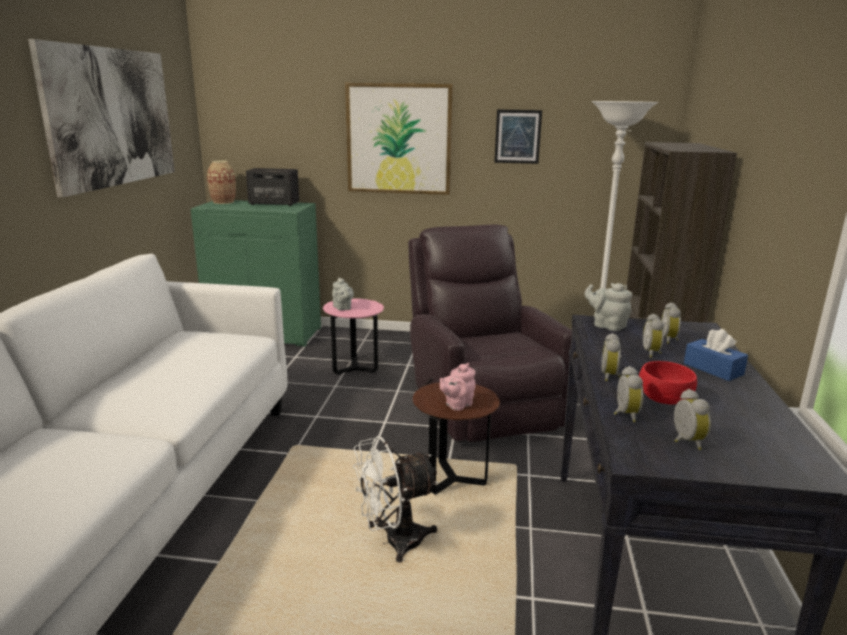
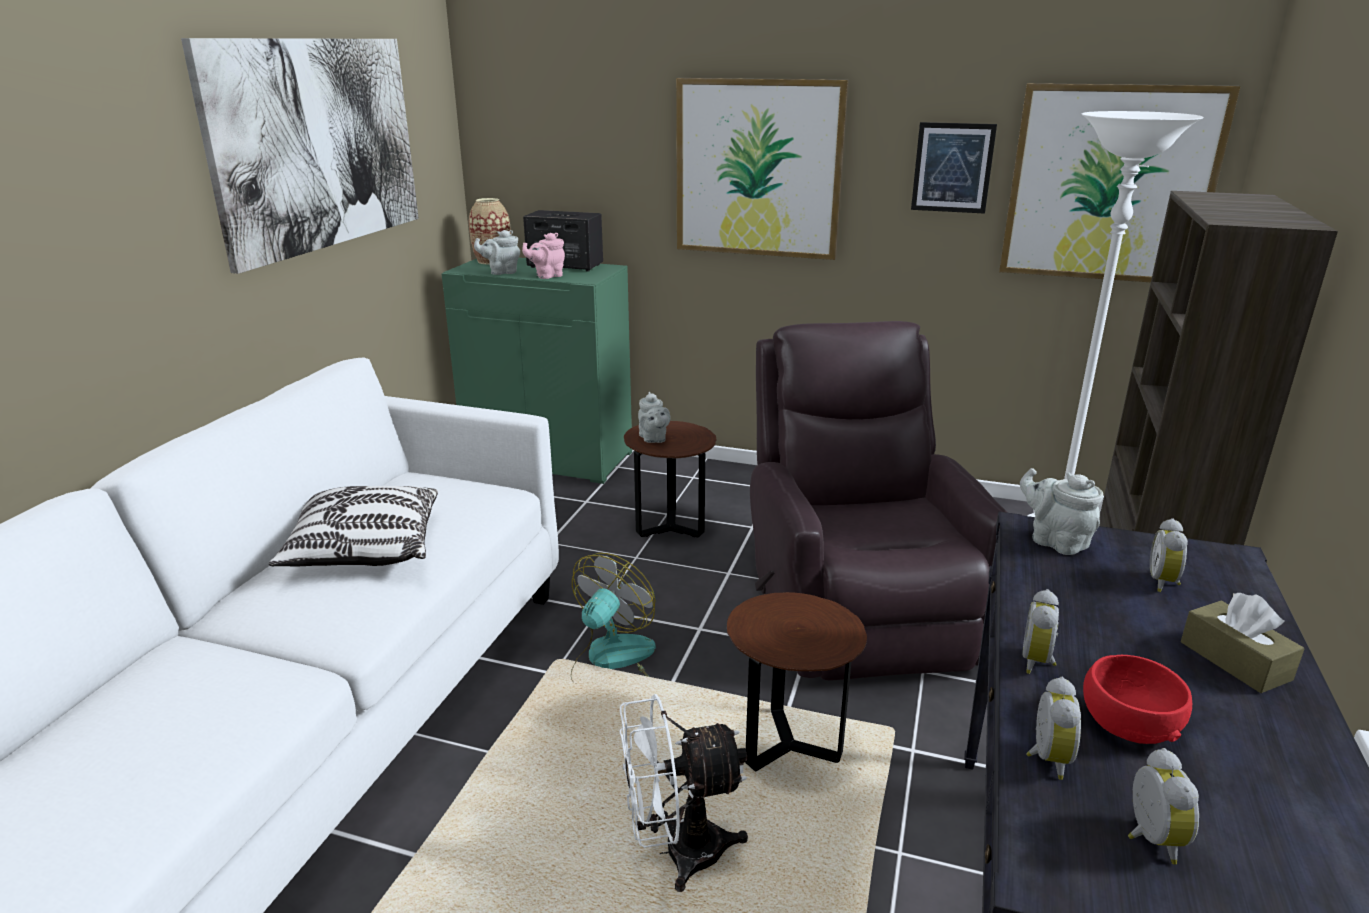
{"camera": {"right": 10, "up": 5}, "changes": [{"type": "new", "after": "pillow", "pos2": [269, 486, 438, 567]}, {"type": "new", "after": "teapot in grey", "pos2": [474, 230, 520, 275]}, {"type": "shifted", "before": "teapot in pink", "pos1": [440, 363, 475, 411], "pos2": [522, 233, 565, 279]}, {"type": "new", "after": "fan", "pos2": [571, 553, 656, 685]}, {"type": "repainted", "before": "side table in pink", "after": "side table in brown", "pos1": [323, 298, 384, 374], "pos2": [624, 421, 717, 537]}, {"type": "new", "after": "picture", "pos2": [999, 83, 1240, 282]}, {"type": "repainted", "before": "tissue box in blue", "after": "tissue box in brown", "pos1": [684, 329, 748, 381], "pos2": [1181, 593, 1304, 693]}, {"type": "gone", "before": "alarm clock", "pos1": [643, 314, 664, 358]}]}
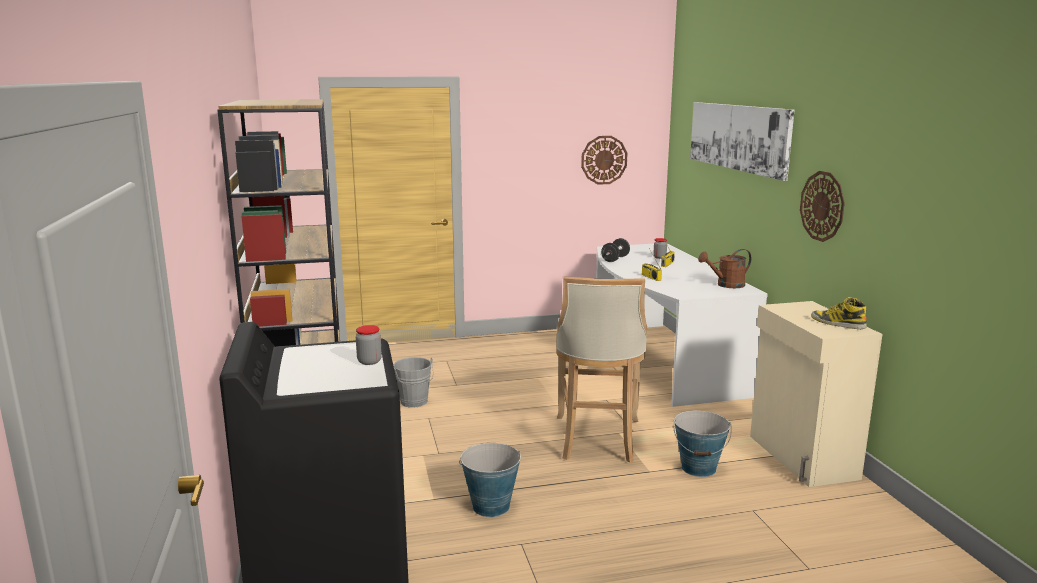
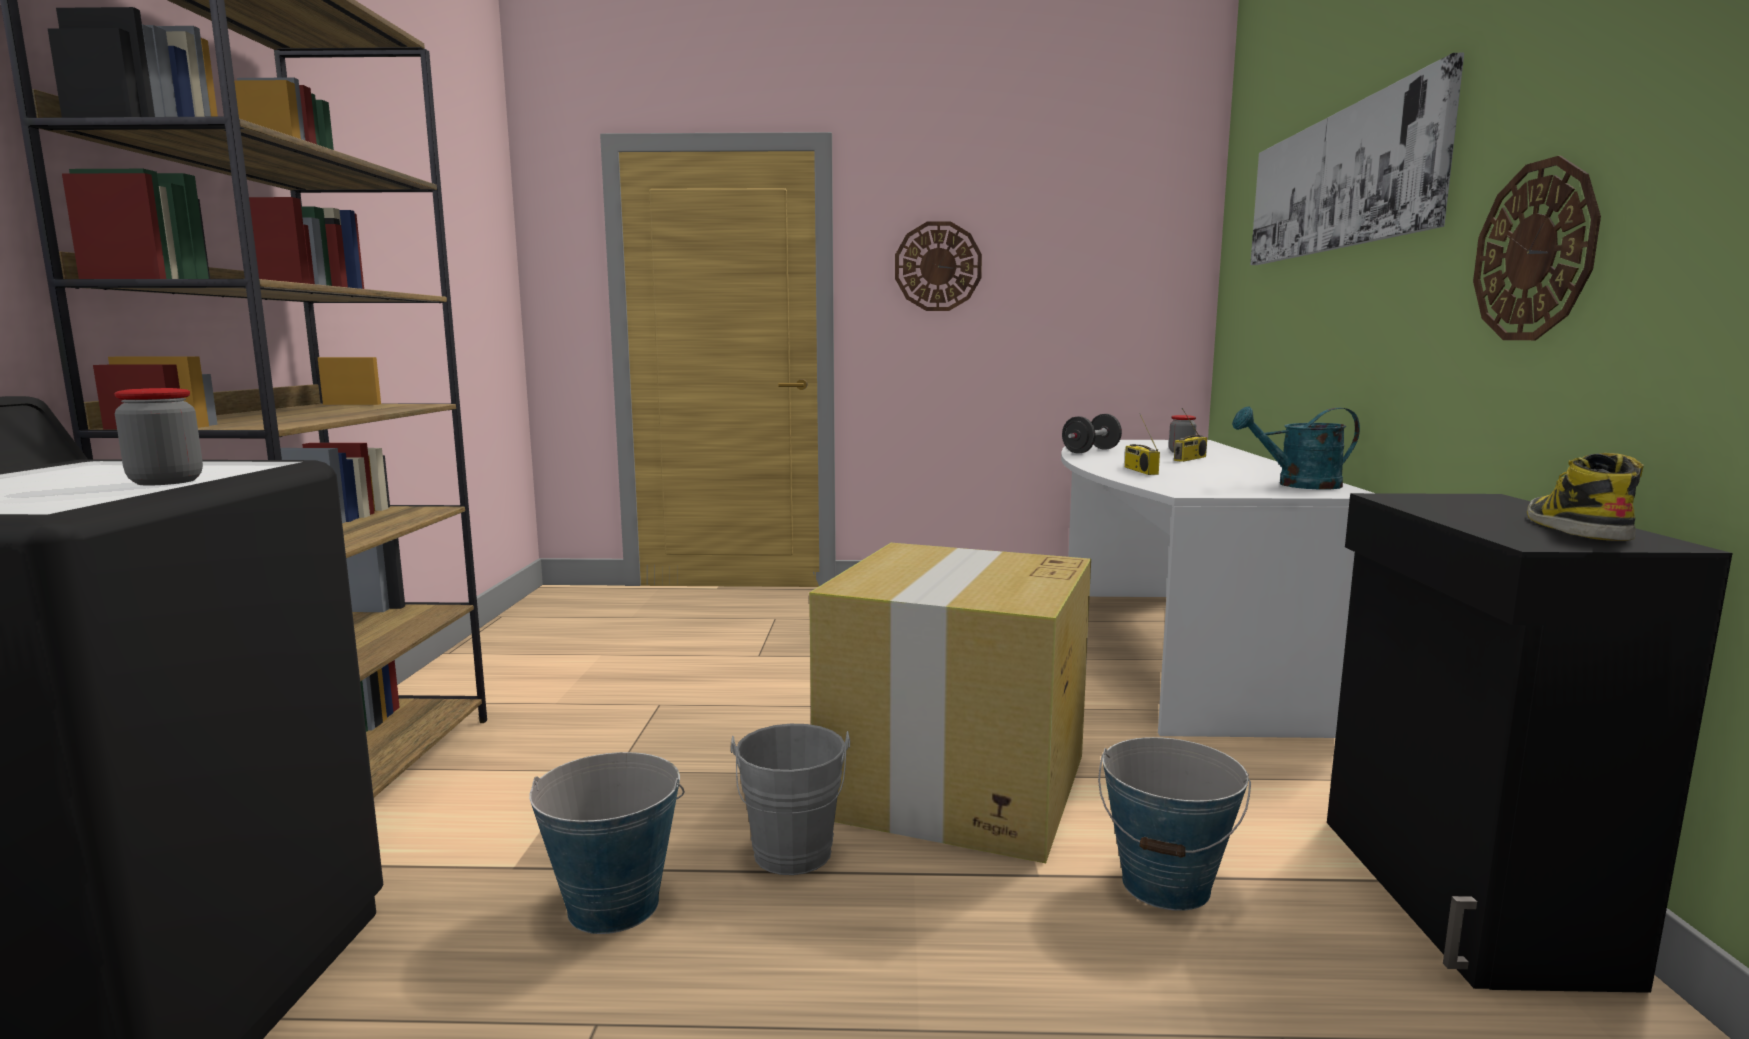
{"camera": {"right": 15, "up": -5}, "changes": [{"type": "shifted", "before": "bucket in grey", "pos1": [393, 357, 433, 408], "pos2": [731, 724, 850, 875]}, {"type": "swapped", "before": "stool in beige", "after": "cardboard box", "pos1": [557, 277, 647, 463], "pos2": [809, 543, 1091, 863]}, {"type": "shifted", "before": "wall clock", "pos1": [581, 136, 627, 185], "pos2": [895, 221, 982, 311]}, {"type": "repainted", "before": "watering can in brown", "after": "watering can in turquoise", "pos1": [698, 249, 751, 288], "pos2": [1232, 407, 1360, 490]}, {"type": "repainted", "before": "cabinet in beige", "after": "cabinet in black", "pos1": [750, 301, 882, 487], "pos2": [1327, 493, 1733, 993]}, {"type": "rotated", "before": "boot", "pos1": [811, 297, 867, 329], "pos2": [1527, 453, 1644, 541], "turn": 45}]}
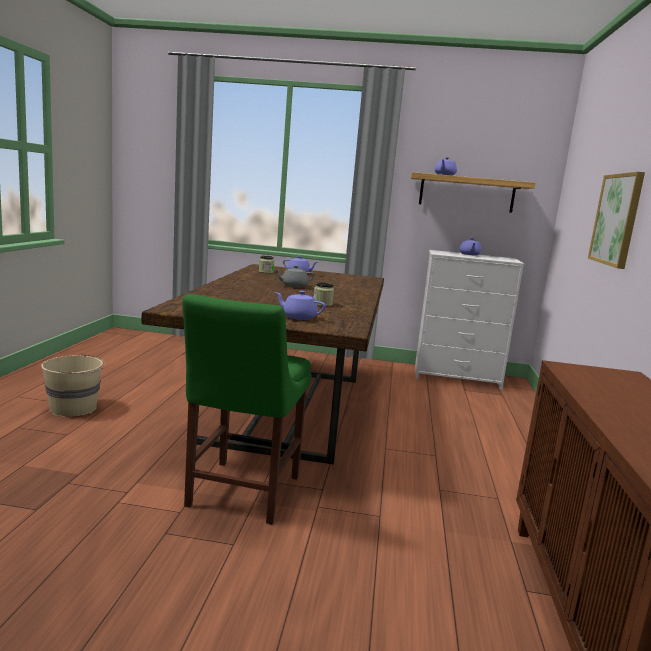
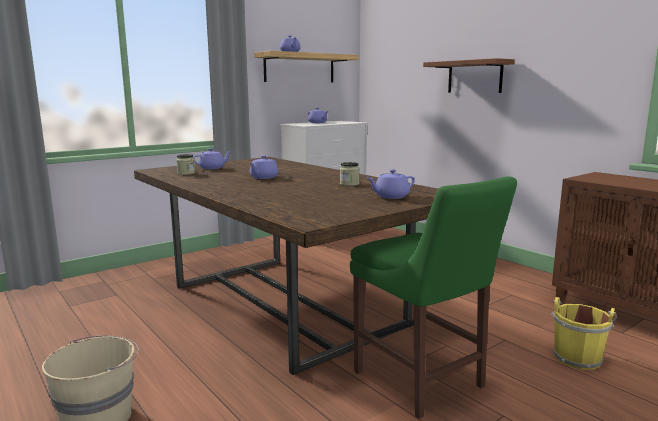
{"camera": {"right": -45, "up": 0}, "changes": [{"type": "repainted", "before": "teapot in grey", "after": "teapot in purple", "pos1": [274, 265, 314, 287], "pos2": [249, 155, 278, 179]}, {"type": "swapped", "before": "picture", "after": "shelf in brown", "pos1": [588, 172, 645, 269], "pos2": [423, 58, 515, 93]}, {"type": "new", "after": "bucket in yellow", "pos2": [552, 297, 617, 370]}]}
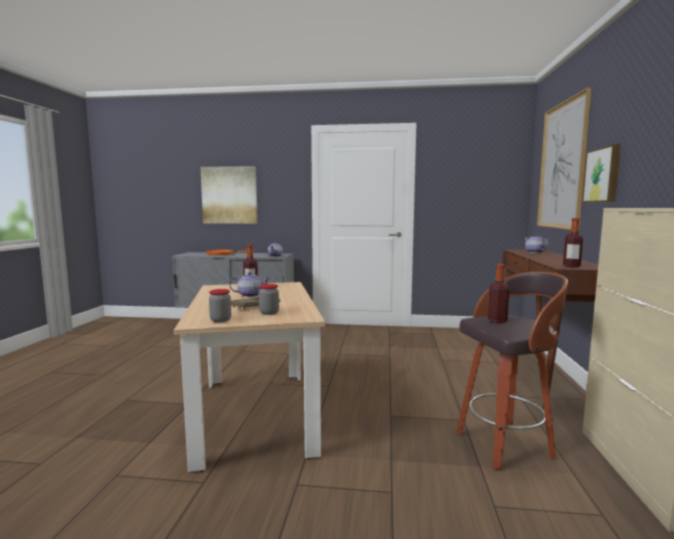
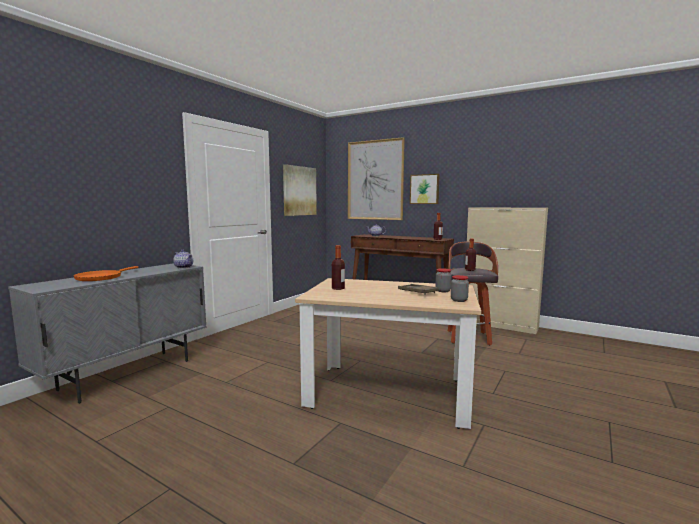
{"camera": {"right": -65, "up": 0}, "changes": [{"type": "shifted", "before": "picture", "pos1": [200, 166, 258, 224], "pos2": [283, 164, 317, 216]}, {"type": "gone", "before": "teapot", "pos1": [229, 272, 270, 297]}]}
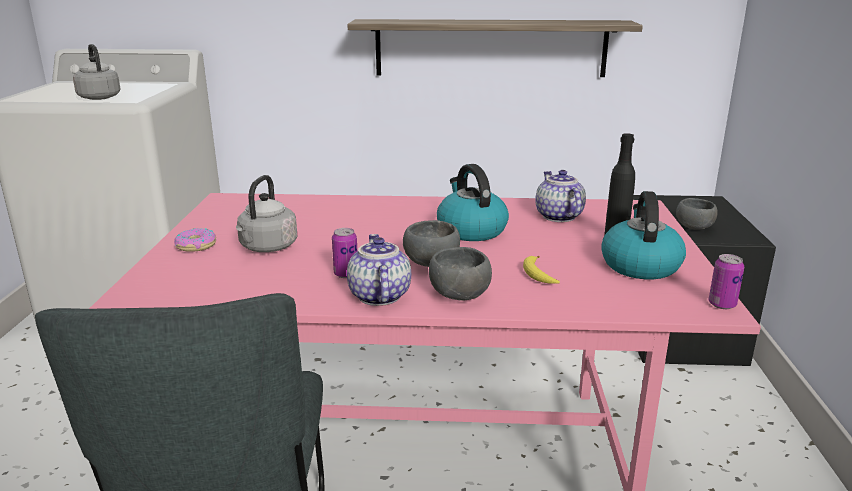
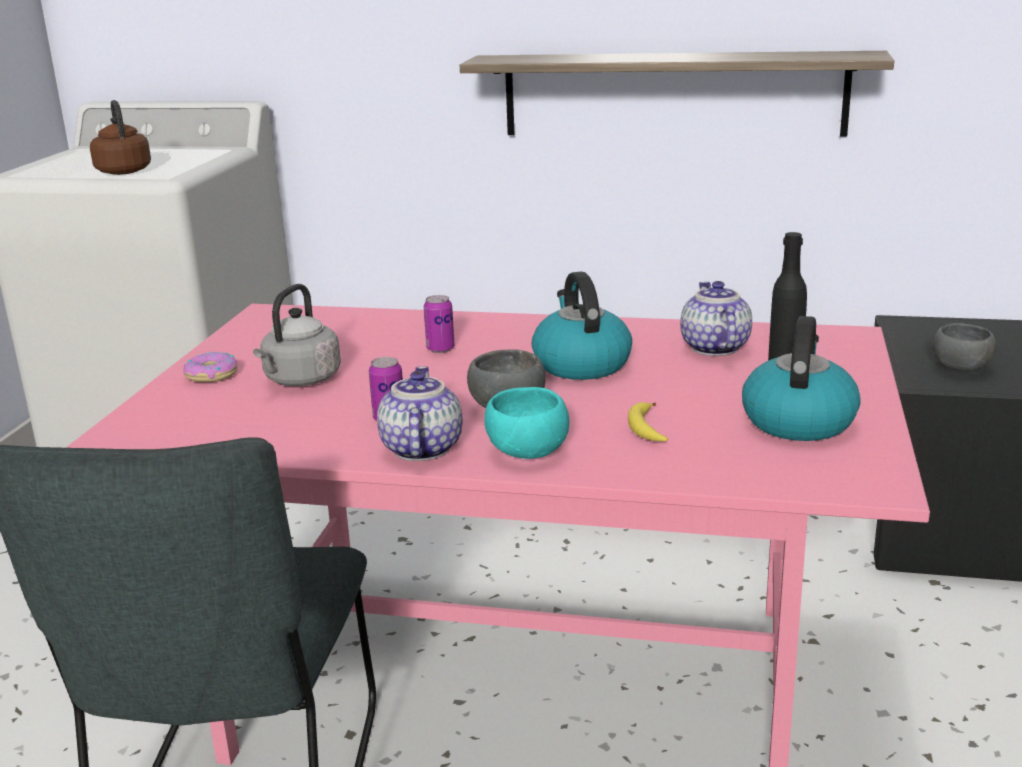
{"camera": {"right": 10, "up": 0}, "changes": [{"type": "repainted", "before": "kettle in grey", "after": "kettle in brown", "pos1": [73, 44, 121, 100], "pos2": [90, 100, 151, 175]}, {"type": "shifted", "before": "can", "pos1": [709, 254, 744, 309], "pos2": [424, 295, 455, 353]}, {"type": "repainted", "before": "bowl in grey", "after": "bowl in turquoise", "pos1": [429, 247, 492, 300], "pos2": [484, 387, 569, 459]}]}
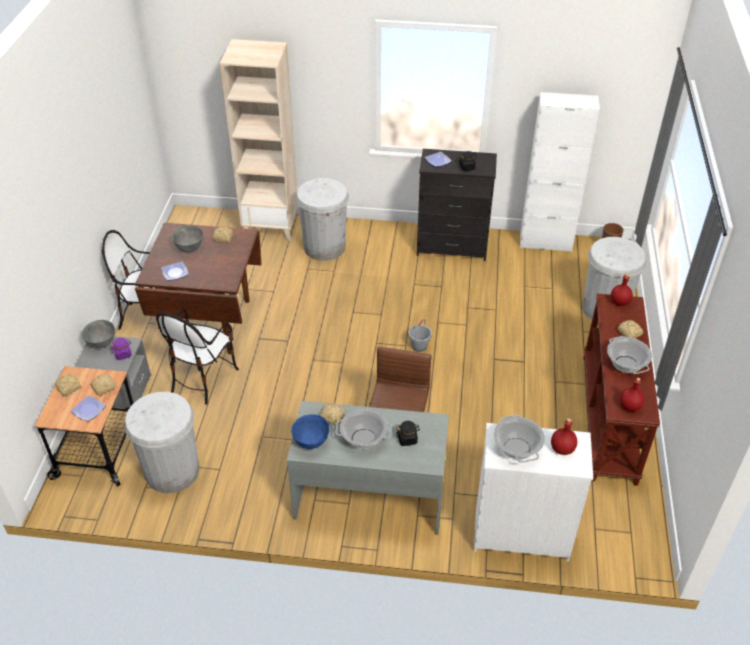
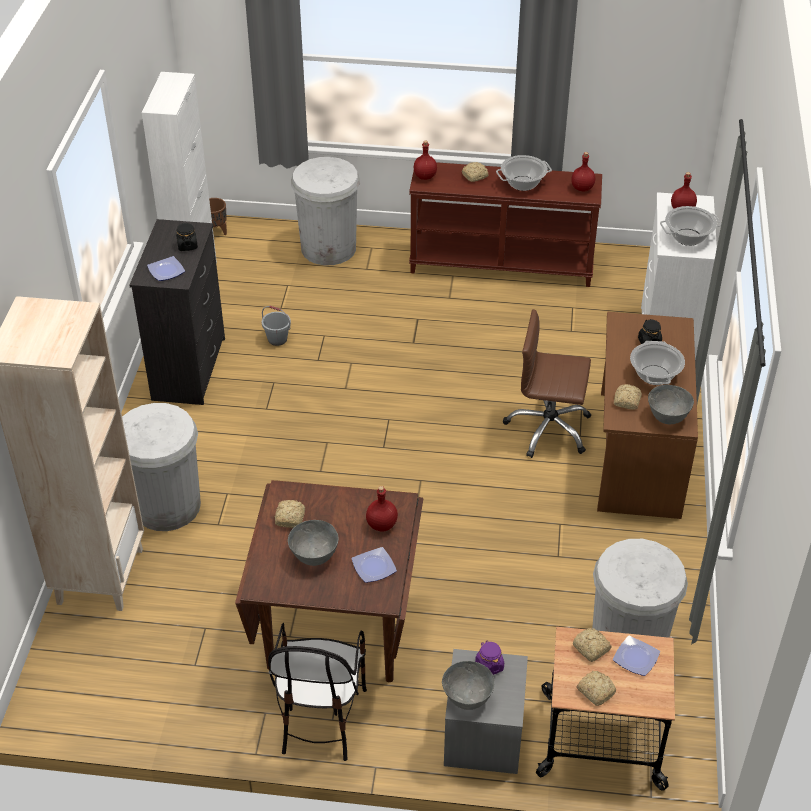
{"camera": {"right": -90, "up": 0}, "changes": [{"type": "shifted", "before": "bucket in grey", "pos1": [409, 319, 432, 352], "pos2": [262, 306, 291, 346]}, {"type": "new", "after": "bottle in red", "pos2": [366, 486, 398, 532]}, {"type": "repainted", "before": "desk in grey", "after": "desk in brown", "pos1": [287, 401, 449, 535], "pos2": [597, 312, 698, 519]}, {"type": "repainted", "before": "bowl in blue", "after": "bowl in grey", "pos1": [291, 414, 329, 449], "pos2": [648, 385, 694, 424]}, {"type": "gone", "before": "chair", "pos1": [156, 309, 239, 405]}]}
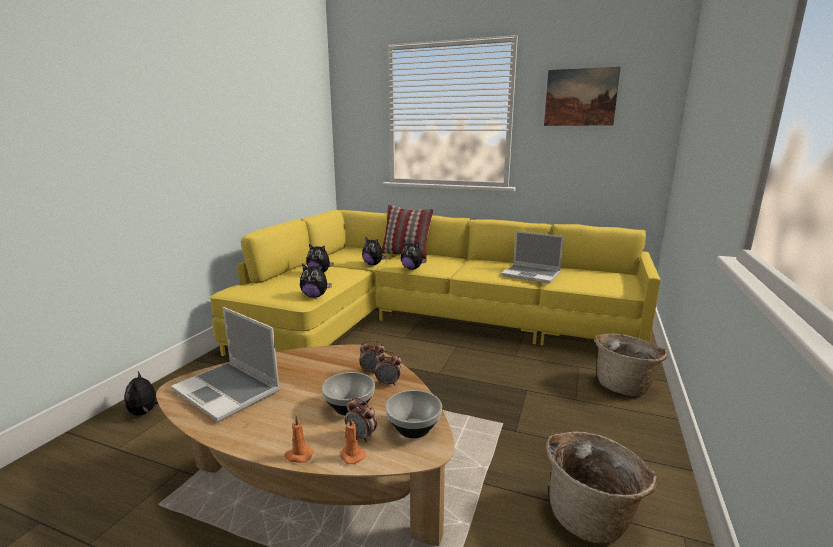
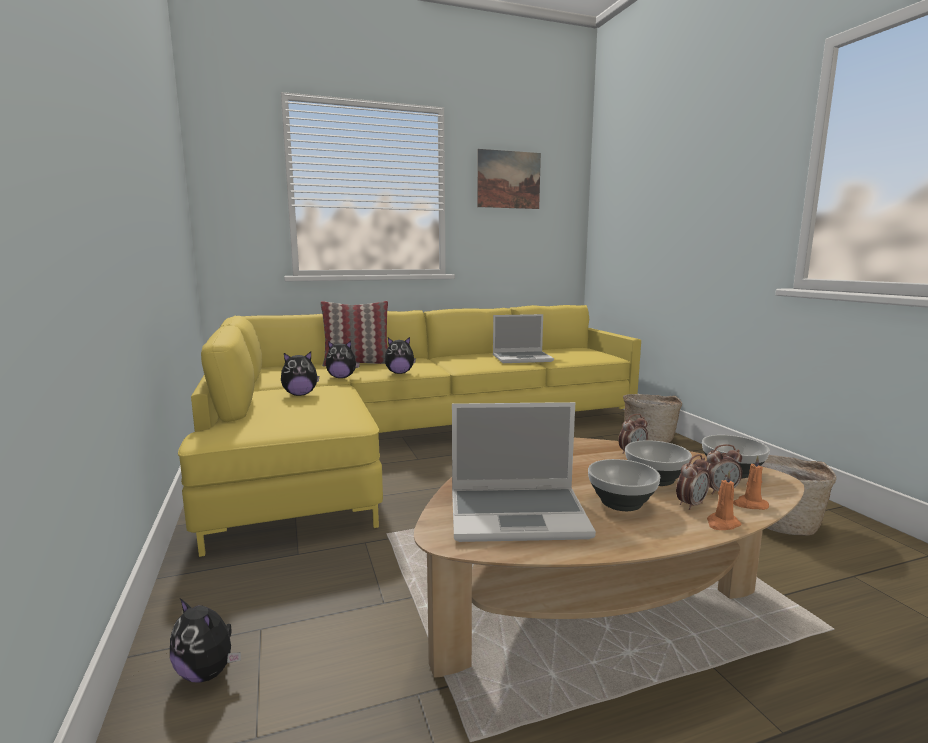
{"camera": {"right": -40, "up": -5}, "changes": [{"type": "new", "after": "bowl", "pos2": [588, 459, 660, 511]}, {"type": "shifted", "before": "alarm clock", "pos1": [359, 340, 385, 373], "pos2": [676, 454, 710, 510]}, {"type": "gone", "before": "plush toy", "pos1": [300, 264, 332, 298]}]}
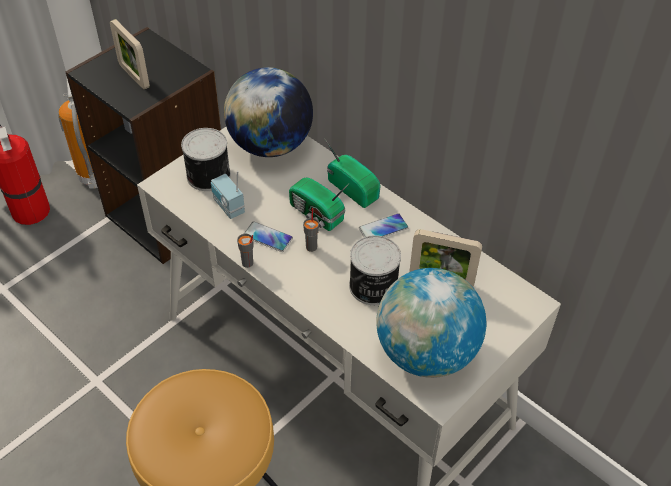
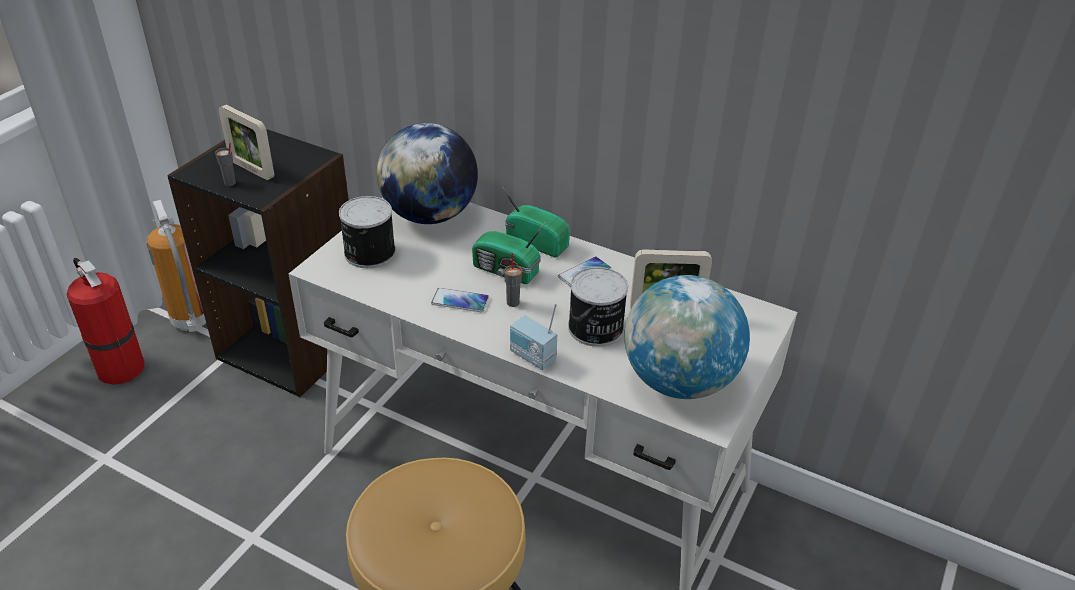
{"camera": {"right": -15, "up": -10}, "changes": [{"type": "shifted", "before": "cup in grey", "pos1": [237, 234, 253, 268], "pos2": [215, 143, 236, 186]}, {"type": "shifted", "before": "radio", "pos1": [211, 171, 245, 219], "pos2": [510, 303, 557, 370]}]}
